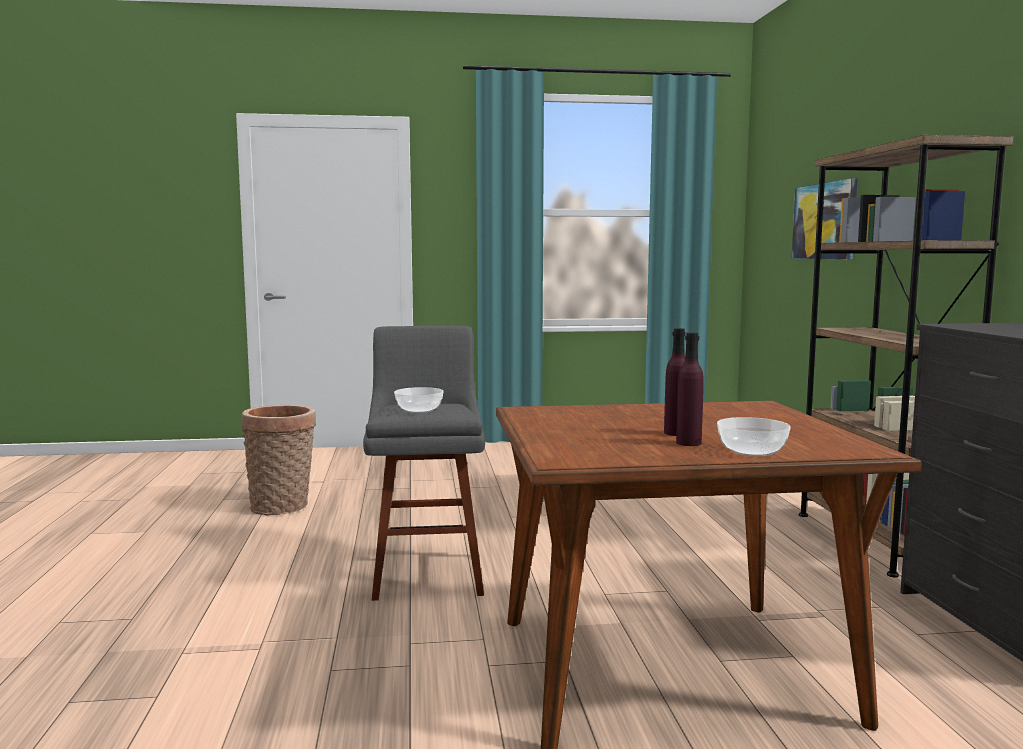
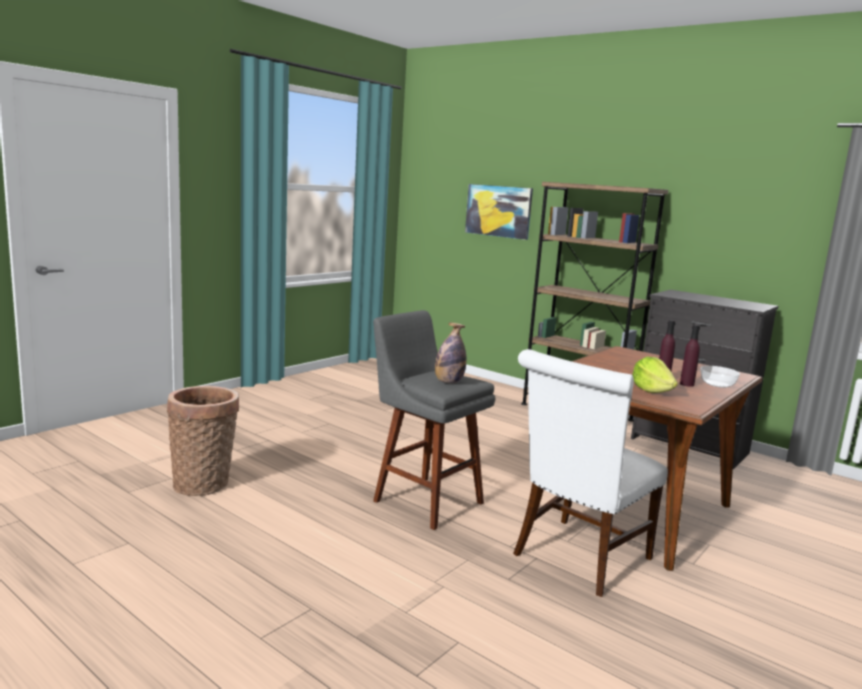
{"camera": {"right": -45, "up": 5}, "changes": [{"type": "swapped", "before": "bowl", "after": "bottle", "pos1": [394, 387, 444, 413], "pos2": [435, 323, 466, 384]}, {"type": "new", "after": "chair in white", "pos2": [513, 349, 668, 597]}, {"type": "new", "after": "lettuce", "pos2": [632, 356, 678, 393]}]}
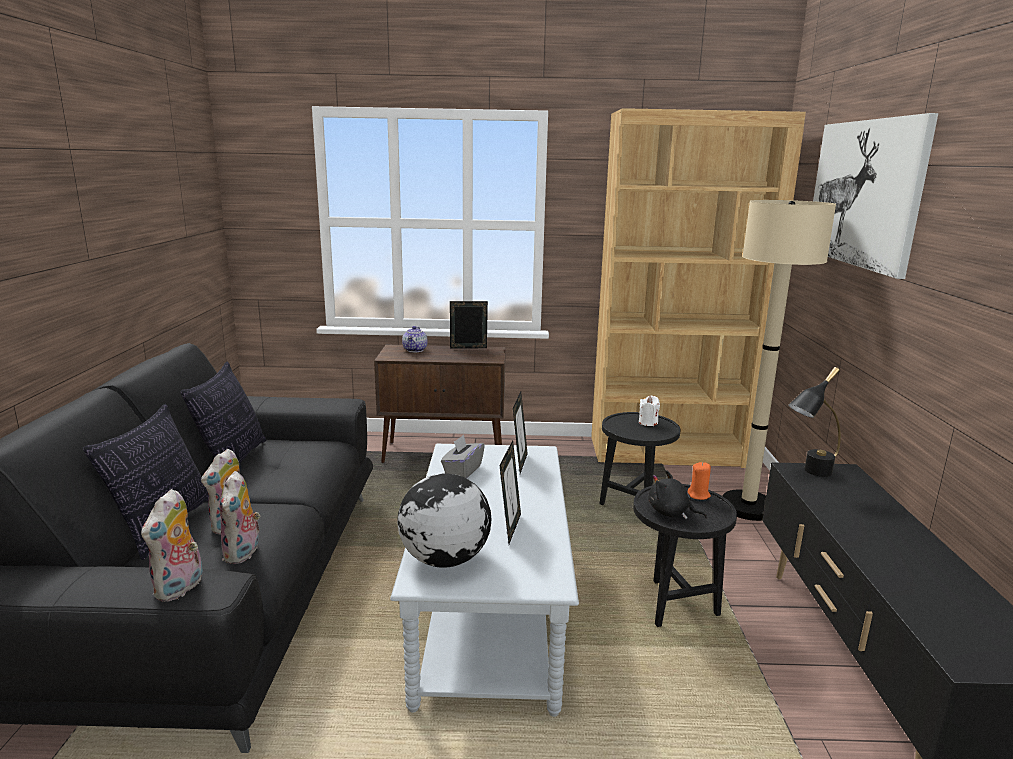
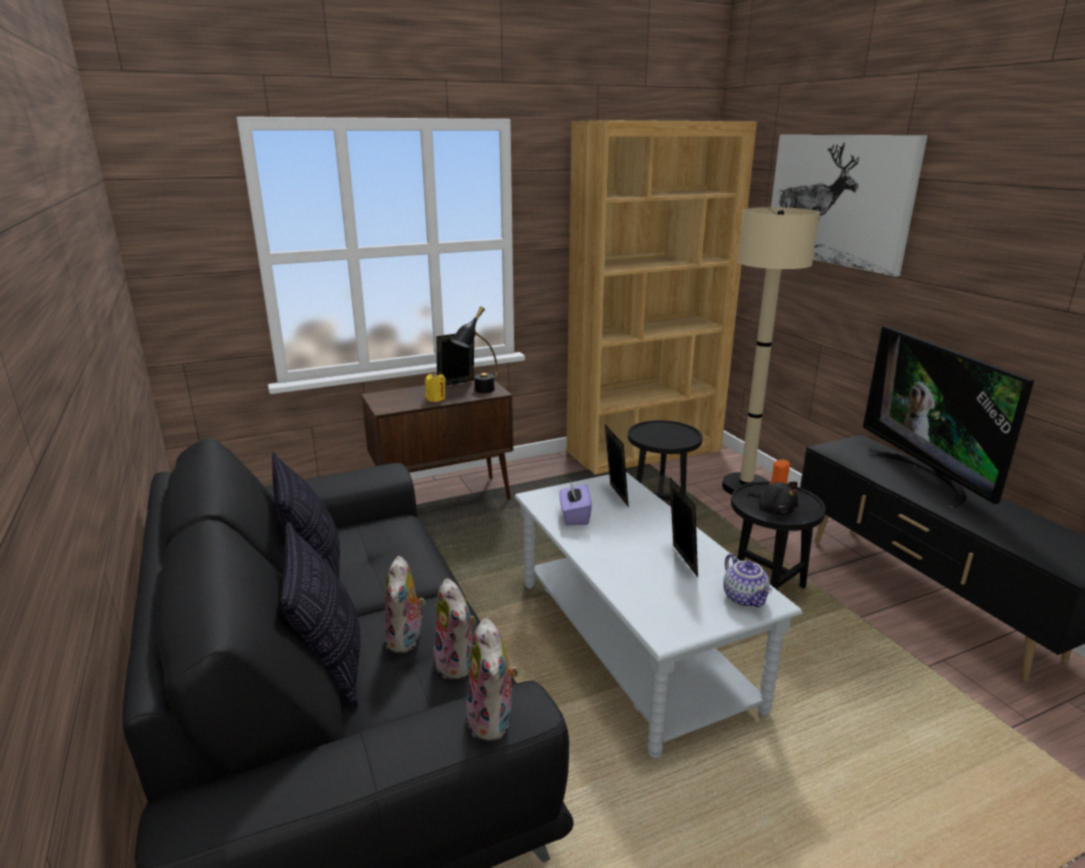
{"camera": {"right": -25, "up": 5}, "changes": [{"type": "new", "after": "candle in yellow", "pos2": [425, 372, 446, 402]}, {"type": "shifted", "before": "table lamp in black", "pos1": [788, 367, 841, 477], "pos2": [450, 307, 498, 393]}, {"type": "repainted", "before": "tissue box in grey", "after": "tissue box in purple", "pos1": [441, 435, 485, 478], "pos2": [559, 482, 592, 525]}, {"type": "shifted", "before": "teapot", "pos1": [402, 326, 428, 352], "pos2": [723, 553, 772, 607]}, {"type": "rotated", "before": "plush toy in black", "pos1": [648, 470, 707, 519], "pos2": [747, 482, 798, 515], "turn": -135}, {"type": "new", "after": "television", "pos2": [863, 326, 1034, 508]}, {"type": "gone", "before": "globe", "pos1": [397, 473, 491, 568]}, {"type": "gone", "before": "candle in white", "pos1": [639, 396, 660, 426]}]}
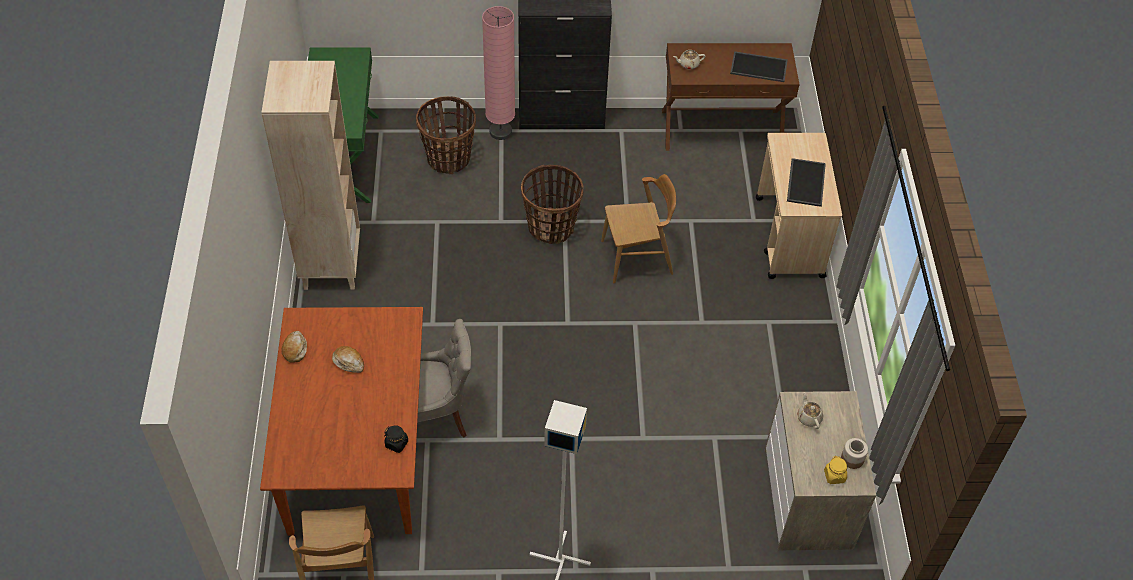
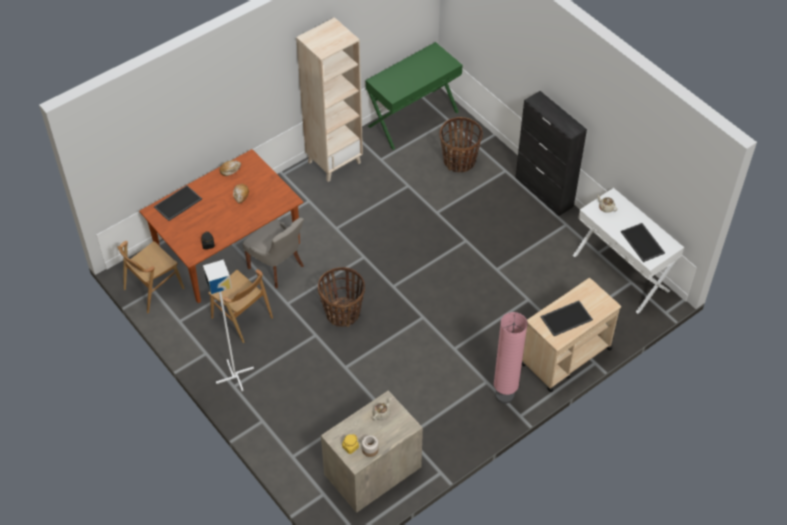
{"camera": {"right": 55, "up": 0}, "changes": [{"type": "new", "after": "tray", "pos2": [154, 185, 202, 221]}, {"type": "shifted", "before": "chair in brown", "pos1": [601, 174, 676, 283], "pos2": [208, 269, 273, 343]}, {"type": "shifted", "before": "basket", "pos1": [521, 165, 583, 244], "pos2": [318, 267, 365, 327]}, {"type": "shifted", "before": "floor lamp in pink", "pos1": [482, 6, 515, 140], "pos2": [494, 312, 528, 404]}, {"type": "repainted", "before": "console table in brown", "after": "console table in white", "pos1": [662, 43, 800, 151], "pos2": [573, 188, 684, 314]}]}
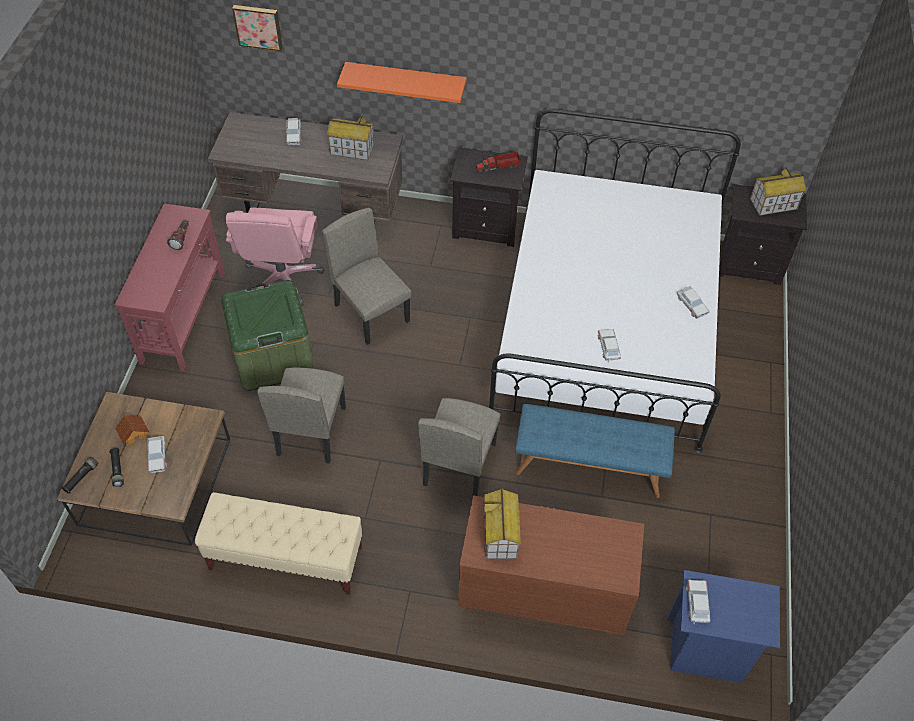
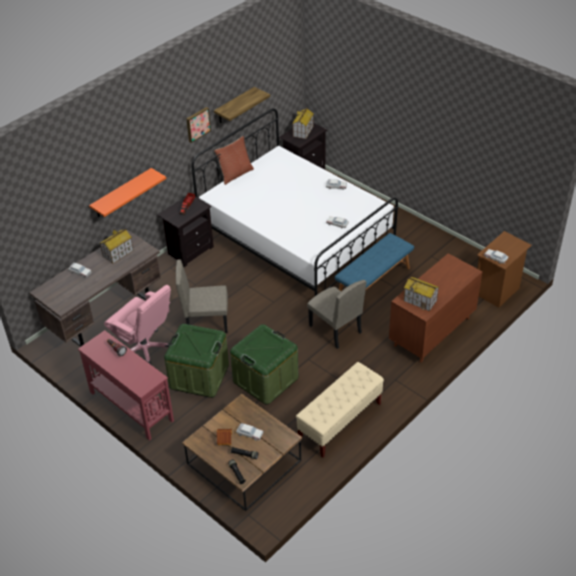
{"camera": {"right": -55, "up": -10}, "changes": [{"type": "shifted", "before": "picture", "pos1": [232, 5, 283, 51], "pos2": [186, 107, 211, 143]}, {"type": "new", "after": "shelf", "pos2": [214, 87, 270, 123]}, {"type": "new", "after": "pillow", "pos2": [214, 136, 254, 185]}, {"type": "swapped", "before": "chair in beige", "after": "storage box in green", "pos1": [257, 367, 346, 464], "pos2": [230, 324, 299, 405]}, {"type": "repainted", "before": "nightstand in blue", "after": "nightstand in brown", "pos1": [667, 570, 780, 683], "pos2": [477, 231, 532, 307]}]}
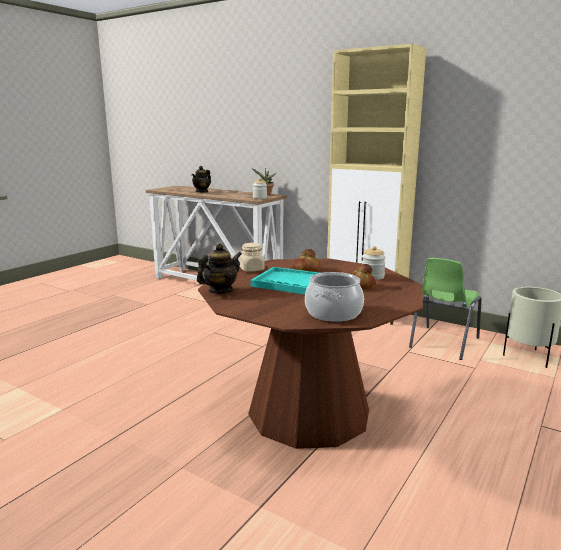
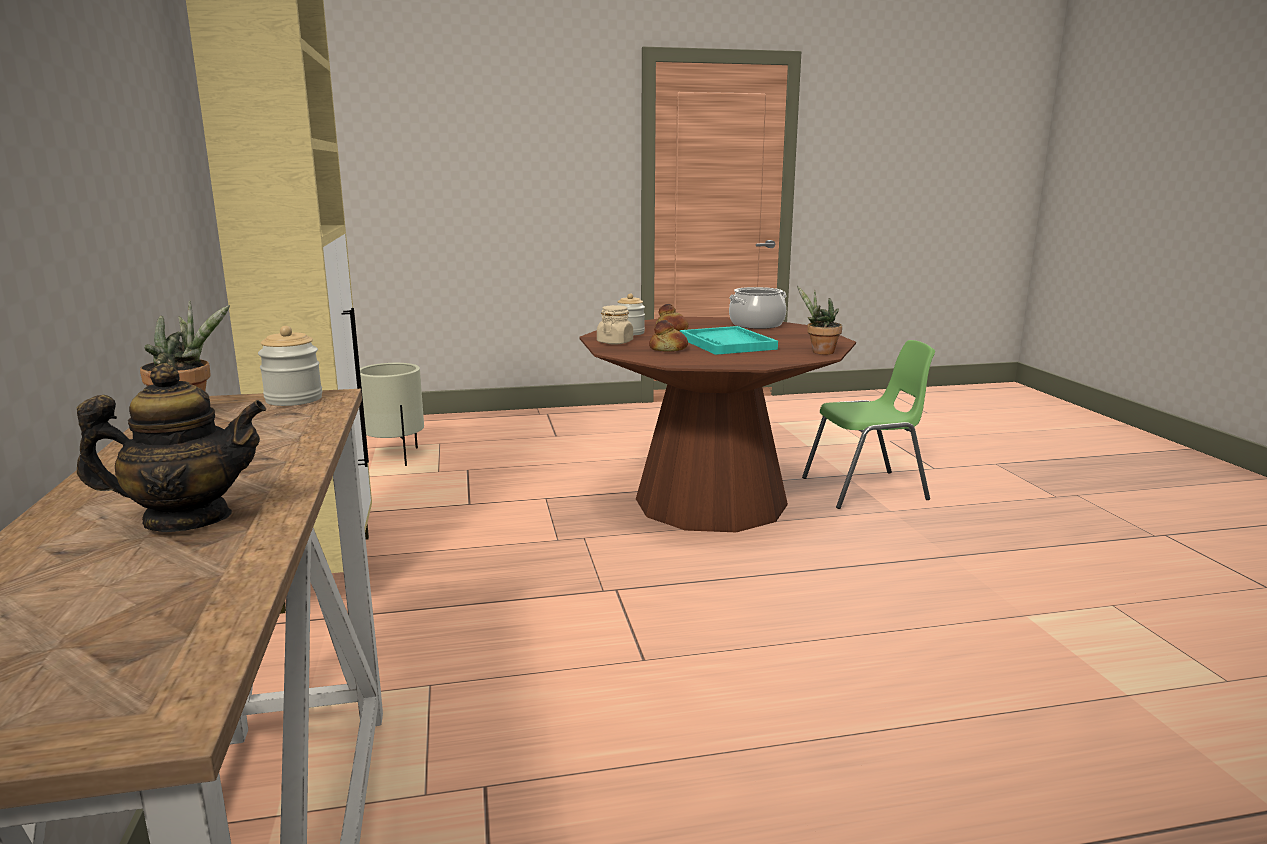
{"camera": {"right": -135, "up": 0}, "changes": [{"type": "shifted", "before": "jar in beige", "pos1": [239, 243, 265, 272], "pos2": [597, 305, 633, 344]}, {"type": "swapped", "before": "teapot", "after": "potted plant", "pos1": [197, 243, 242, 294], "pos2": [797, 286, 842, 355]}, {"type": "shifted", "before": "chair in green", "pos1": [409, 258, 482, 360], "pos2": [802, 340, 935, 509]}]}
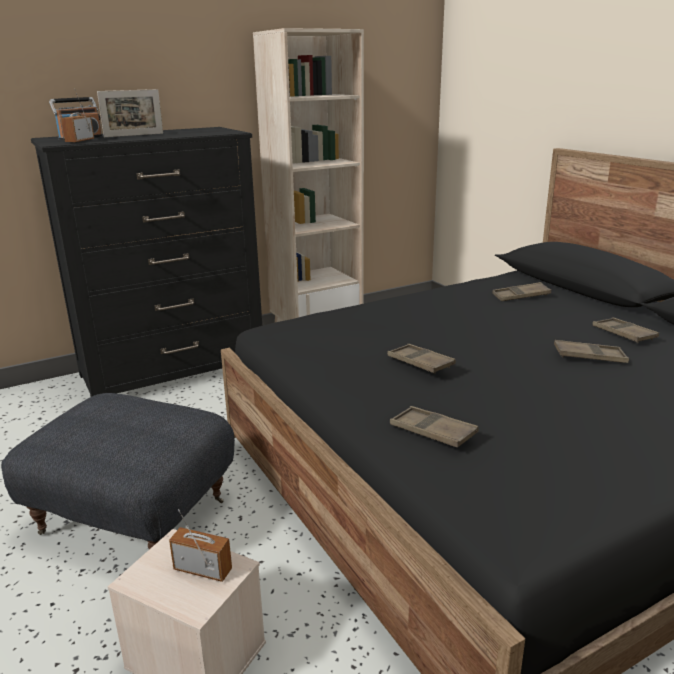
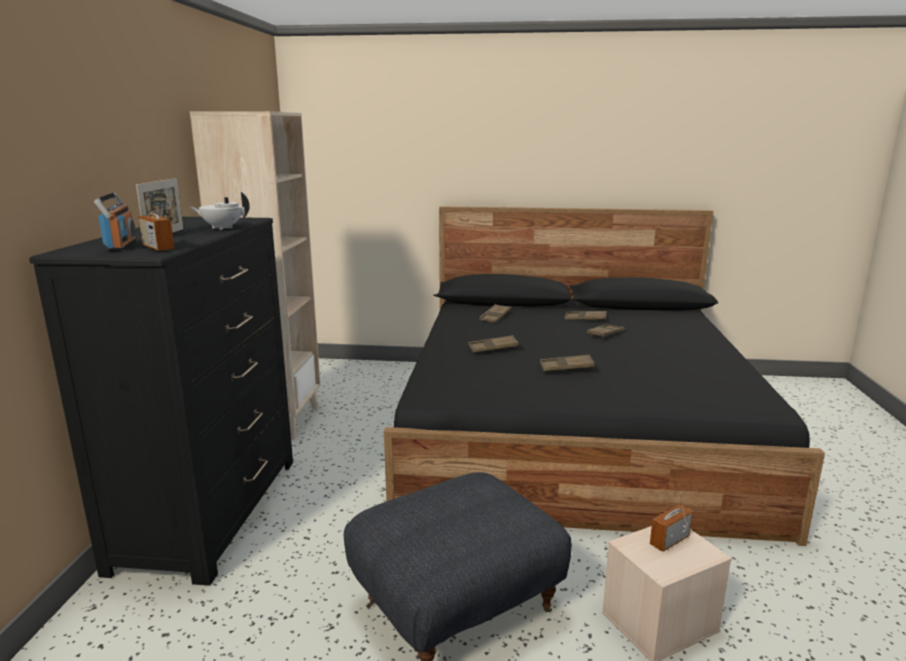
{"camera": {"right": -55, "up": -5}, "changes": [{"type": "new", "after": "teapot in white", "pos2": [189, 192, 250, 230]}, {"type": "shifted", "before": "tray in brown", "pos1": [390, 406, 479, 448], "pos2": [468, 335, 519, 353]}]}
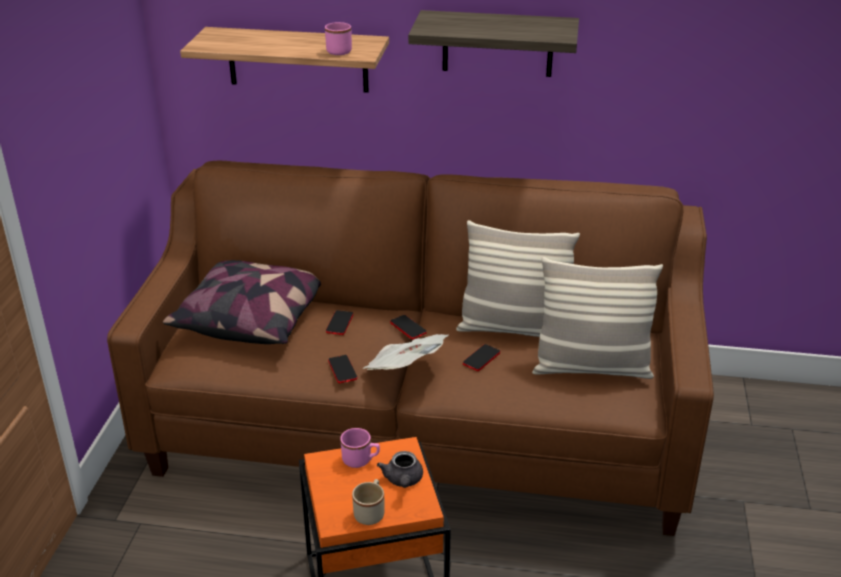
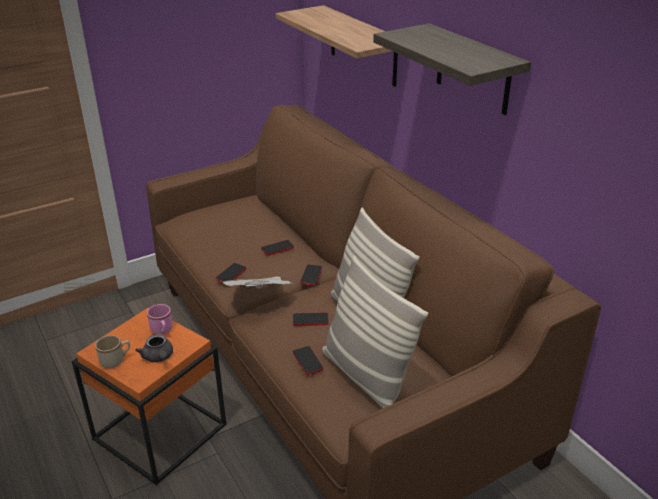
{"camera": {"right": 50, "up": 0}, "changes": [{"type": "rotated", "before": "teapot in grey", "pos1": [377, 451, 423, 488], "pos2": [135, 334, 173, 362], "turn": -75}, {"type": "new", "after": "phone", "pos2": [293, 346, 323, 375]}, {"type": "gone", "before": "pillow", "pos1": [163, 260, 321, 344]}, {"type": "gone", "before": "mug in pink", "pos1": [325, 22, 352, 55]}]}
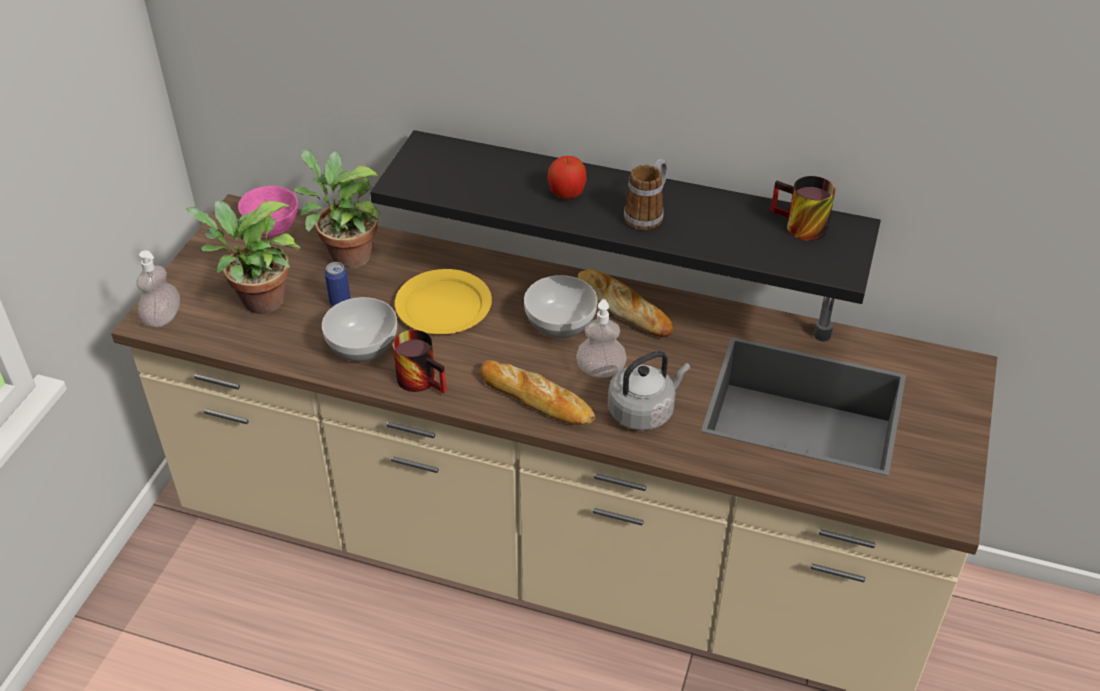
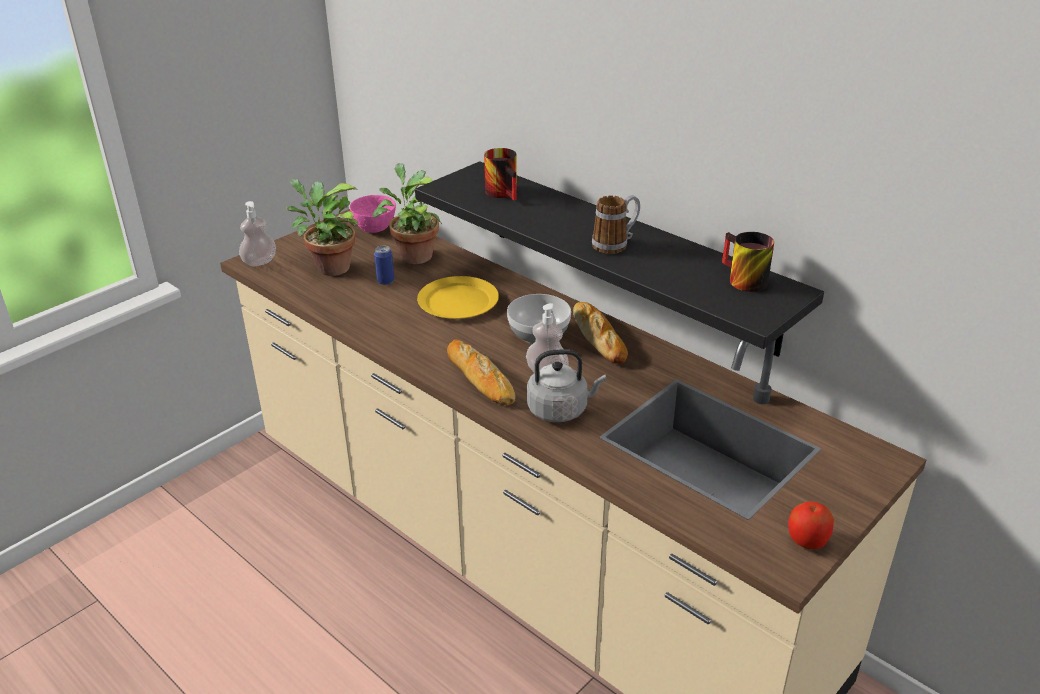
{"camera": {"right": 25, "up": -10}, "changes": [{"type": "shifted", "before": "mug", "pos1": [393, 330, 447, 393], "pos2": [484, 148, 517, 200]}, {"type": "shifted", "before": "apple", "pos1": [547, 156, 587, 199], "pos2": [788, 501, 834, 549]}, {"type": "gone", "before": "bowl", "pos1": [322, 297, 397, 362]}]}
